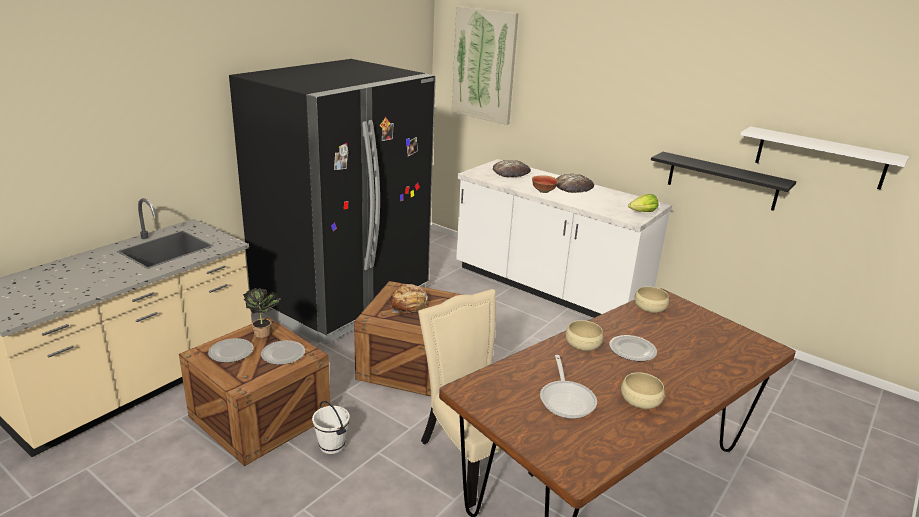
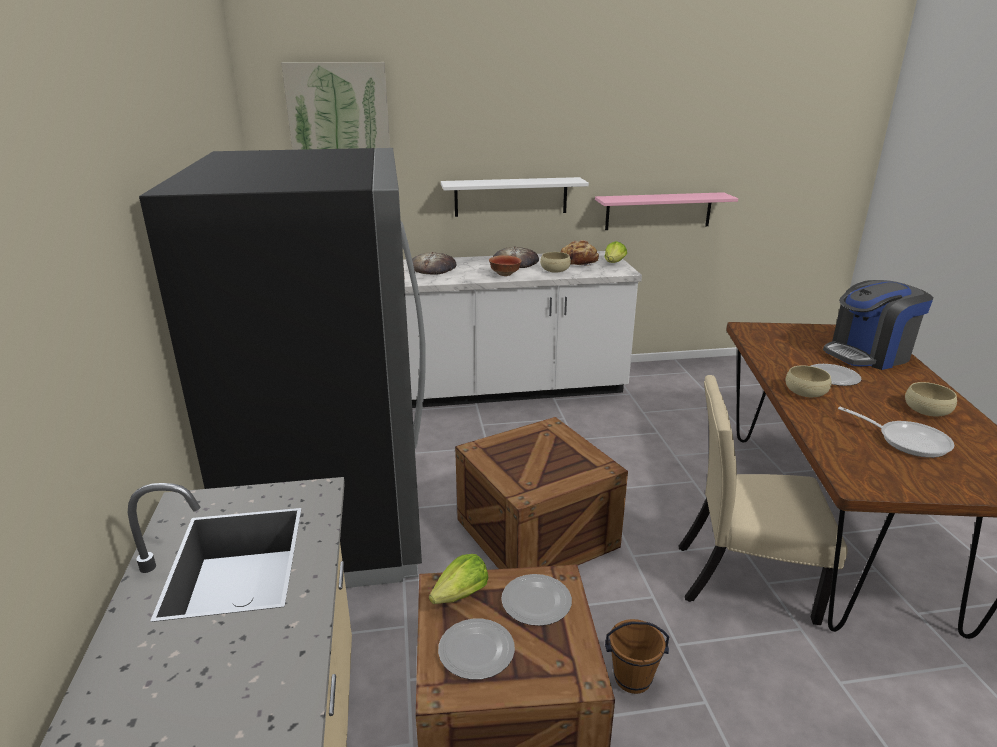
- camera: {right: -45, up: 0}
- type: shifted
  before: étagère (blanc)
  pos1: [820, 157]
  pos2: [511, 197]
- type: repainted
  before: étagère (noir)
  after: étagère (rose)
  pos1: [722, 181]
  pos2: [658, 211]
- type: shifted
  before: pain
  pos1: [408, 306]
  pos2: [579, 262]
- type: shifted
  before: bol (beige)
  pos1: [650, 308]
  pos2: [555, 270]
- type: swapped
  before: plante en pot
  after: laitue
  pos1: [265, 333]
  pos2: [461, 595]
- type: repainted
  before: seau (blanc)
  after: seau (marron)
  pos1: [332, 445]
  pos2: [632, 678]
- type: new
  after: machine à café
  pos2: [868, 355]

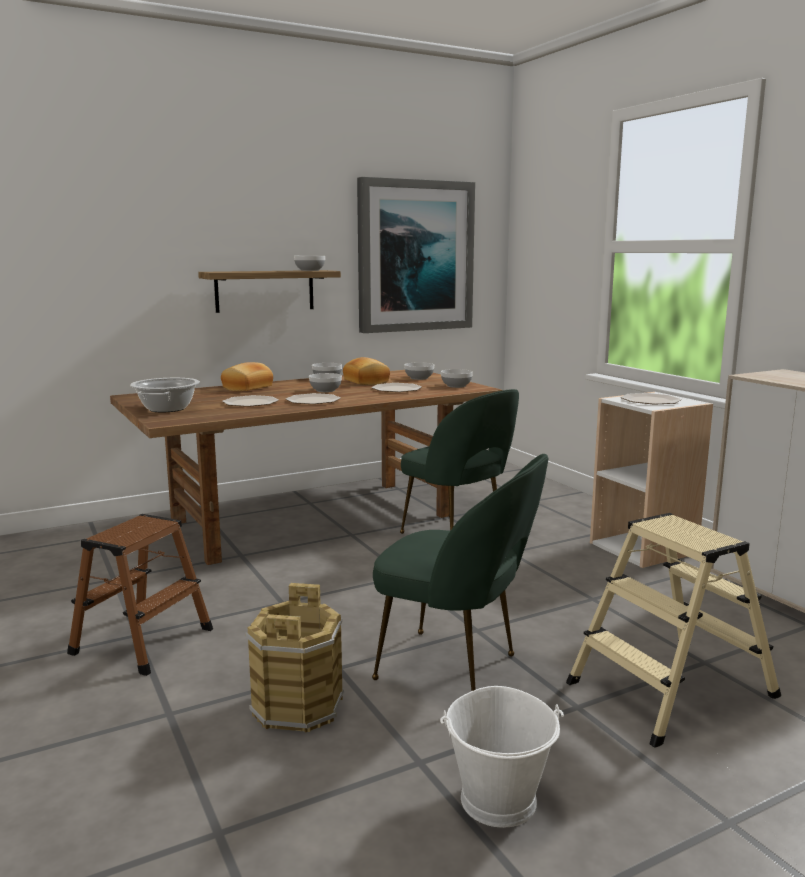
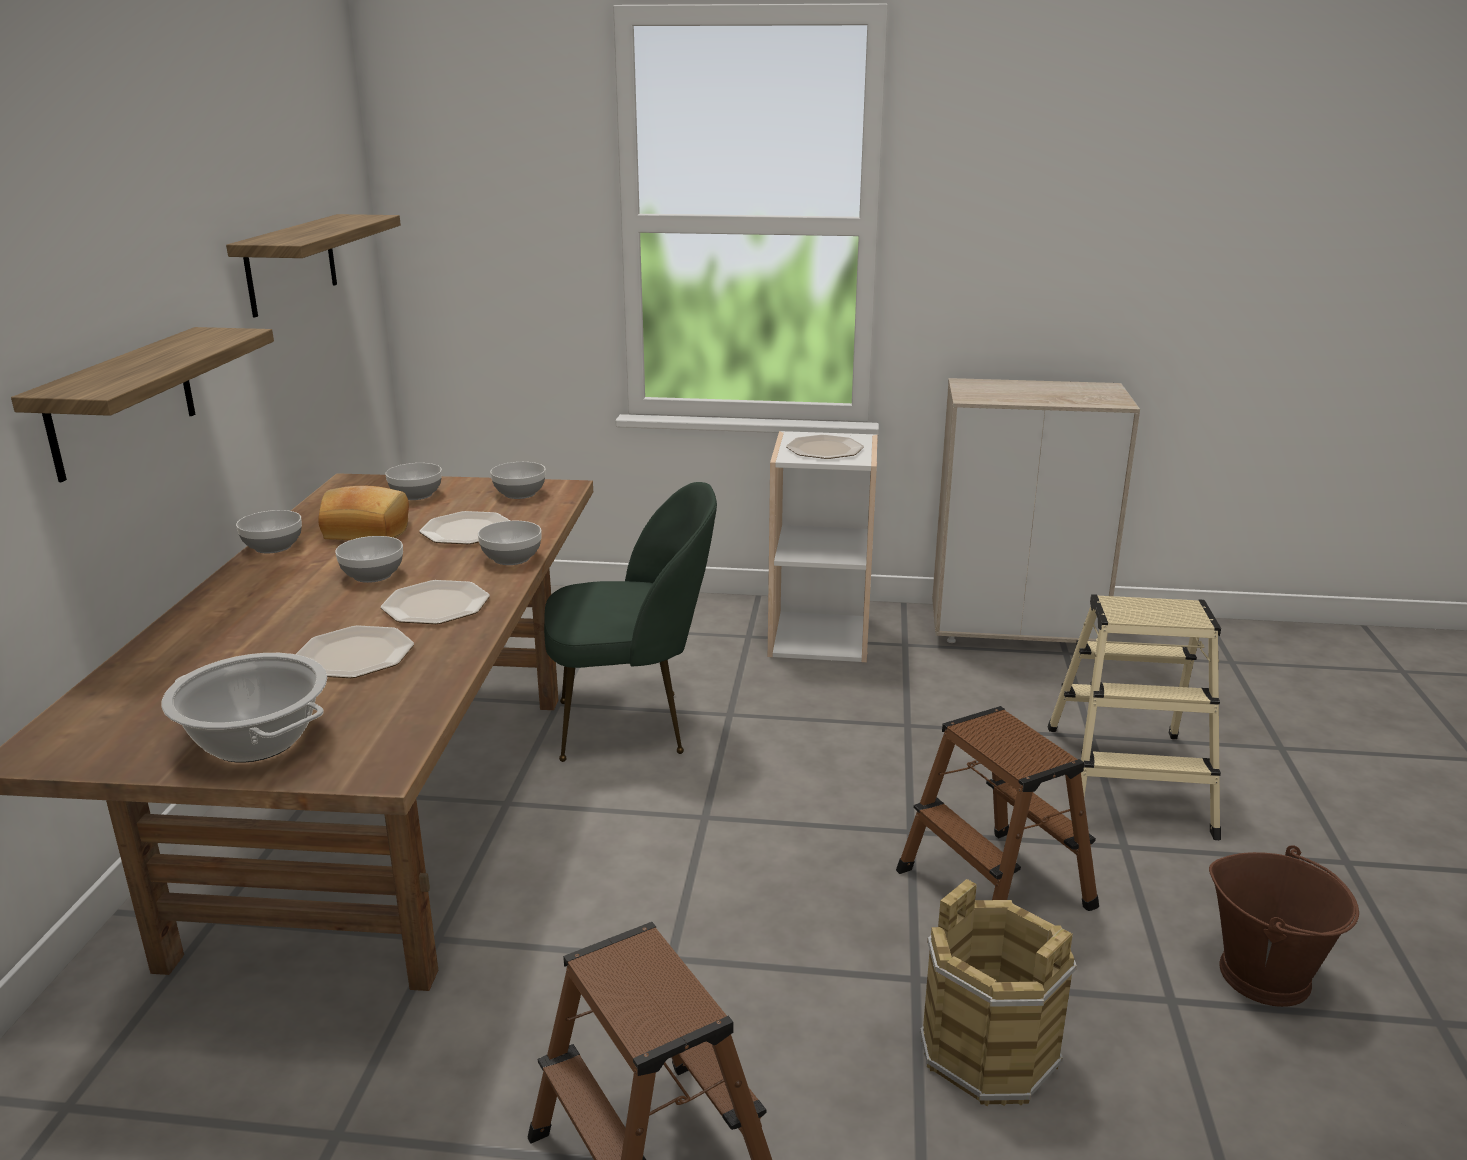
- camera: {right: -55, up: 10}
- type: swapped
  before: tableau
  after: étagère
  pos1: [415, 256]
  pos2: [291, 264]
- type: shifted
  before: bol
  pos1: [309, 270]
  pos2: [511, 558]
- type: gone
  before: pain
  pos1: [248, 388]
- type: swapped
  before: chaise (vert)
  after: escabeau (marron)
  pos1: [457, 671]
  pos2: [995, 888]
- type: repainted
  before: seau (blanc)
  after: seau (marron)
  pos1: [499, 800]
  pos2: [1265, 975]

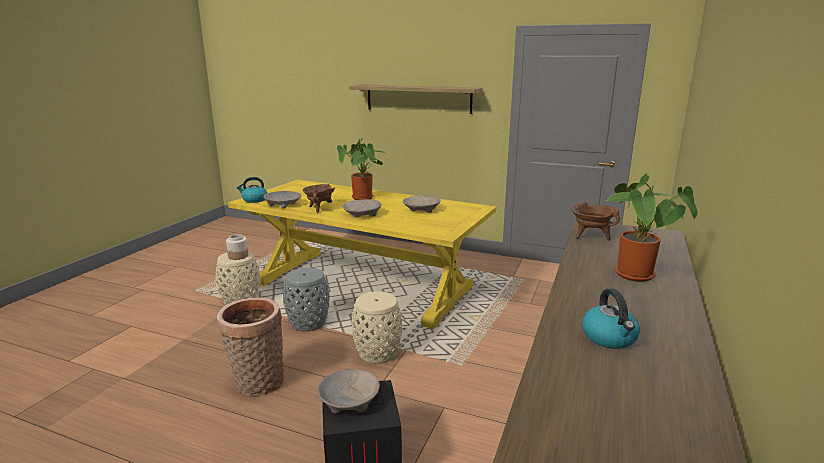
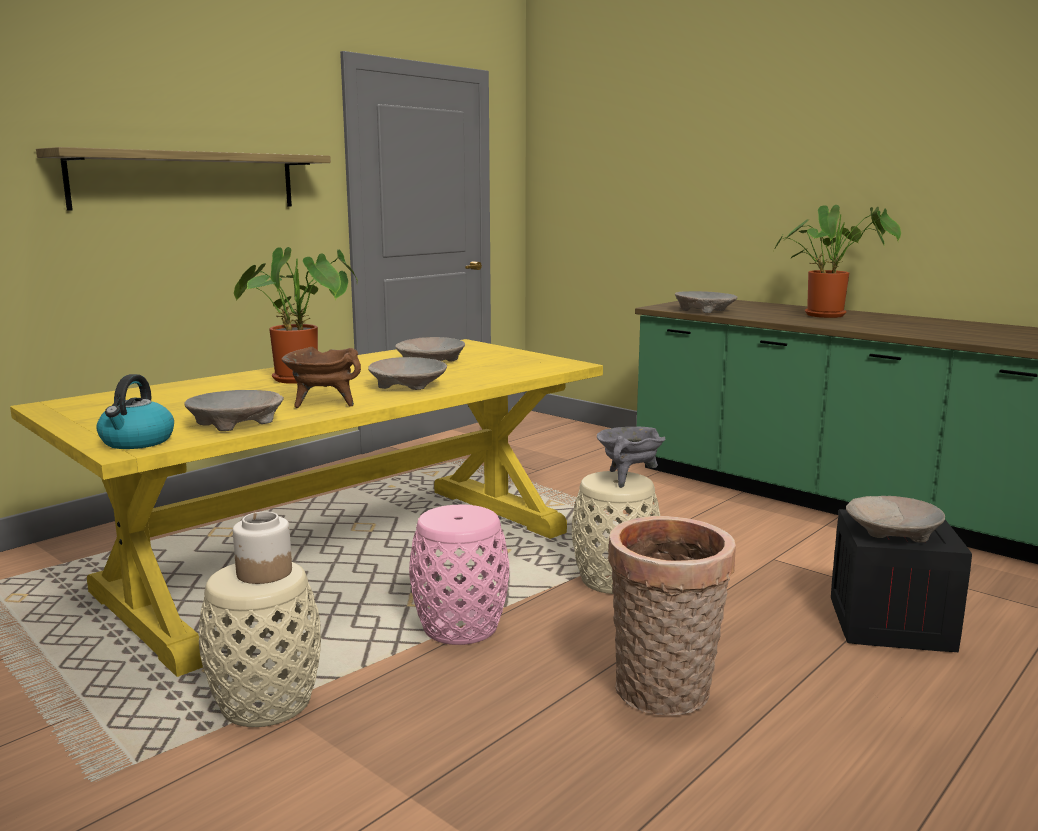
- camera: {right: -70, up: -5}
- type: swapped
  before: marmite (marron)
  after: bol (beige)
  pos1: [591, 236]
  pos2: [704, 310]
- type: repainted
  before: tabouret (gris)
  after: tabouret (rose)
  pos1: [308, 323]
  pos2: [460, 627]
- type: gone
  before: bouilloire
  pos1: [609, 338]
- type: new
  after: marmite (gris)
  pos2: [628, 478]

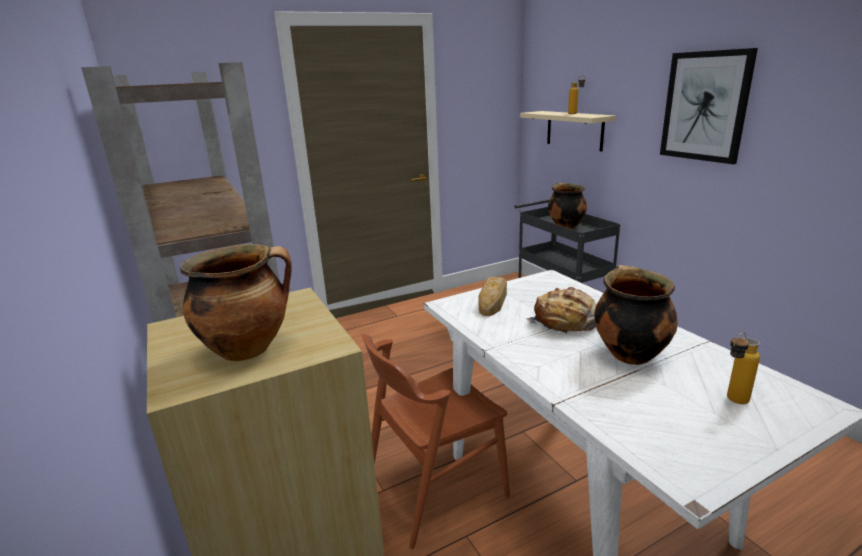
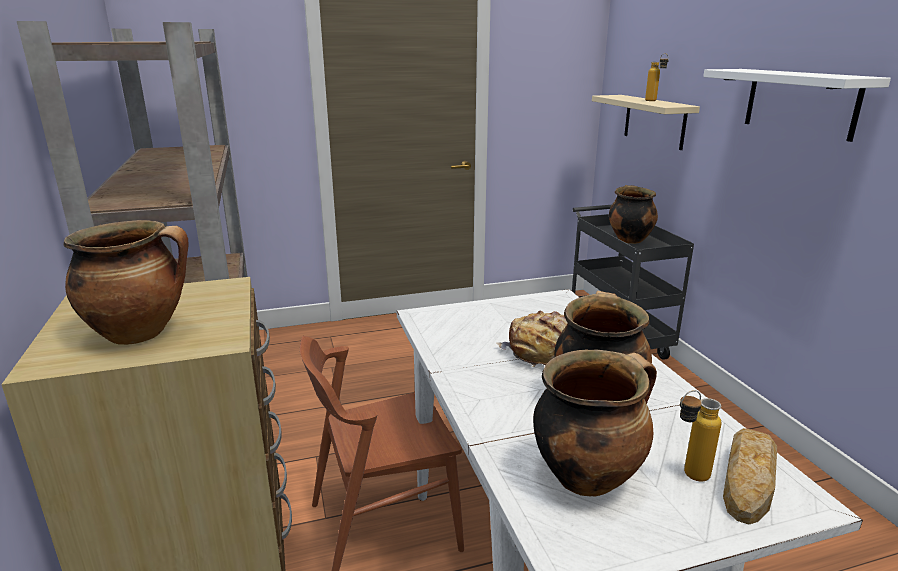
- camera: {right: 10, up: 0}
- type: swapped
  before: tableau
  after: étagère (blanc)
  pos1: [705, 106]
  pos2: [800, 102]
- type: shifted
  before: pain
  pos1: [493, 300]
  pos2: [748, 479]
- type: new
  after: marmite
  pos2: [587, 476]

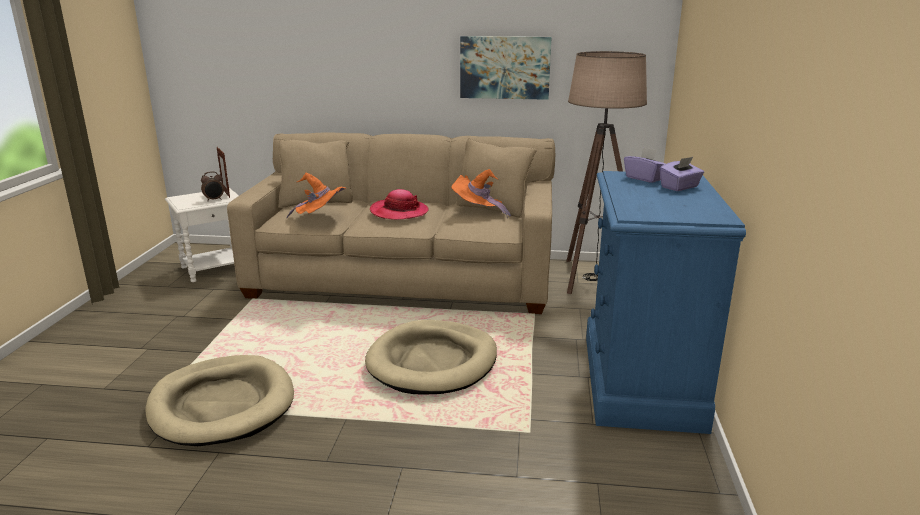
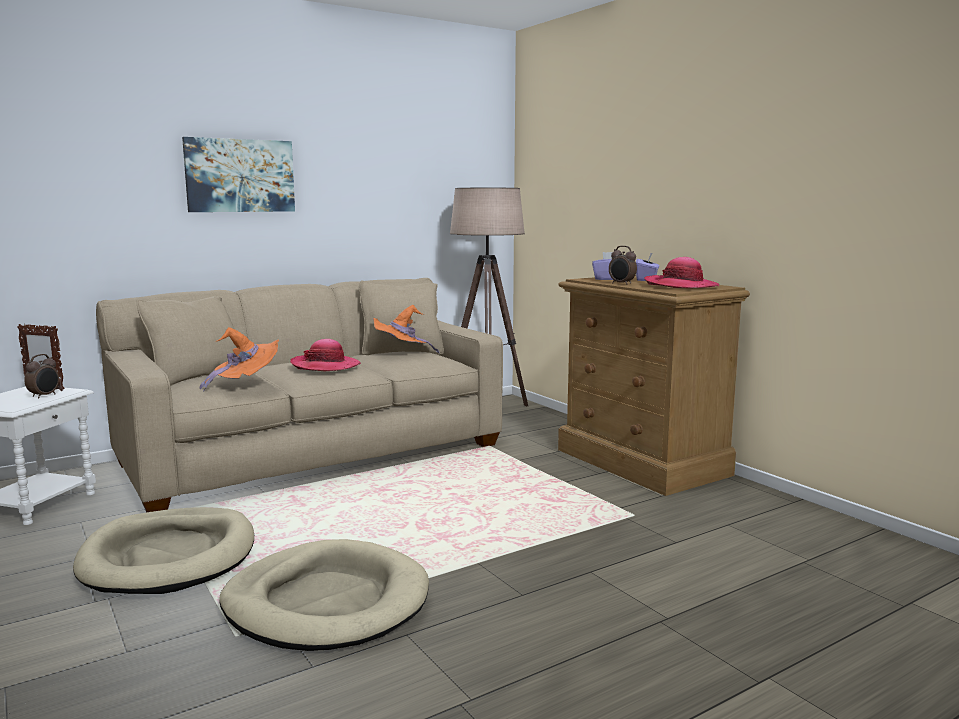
- camera: {right: -40, up: -10}
- type: shifted
  before: tableau
  pos1: [505, 67]
  pos2: [240, 175]
- type: repainted
  before: commode (bleu)
  after: commode (marron)
  pos1: [640, 380]
  pos2: [642, 462]
- type: shifted
  before: panier pour chien (beige)
  pos1: [433, 362]
  pos2: [169, 557]
- type: new
  after: réveil
  pos2: [621, 284]
- type: new
  after: chapeau
  pos2: [681, 286]

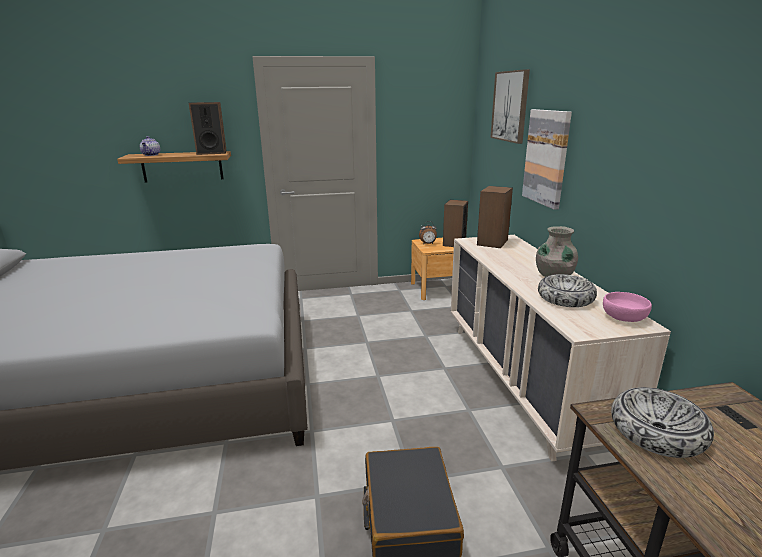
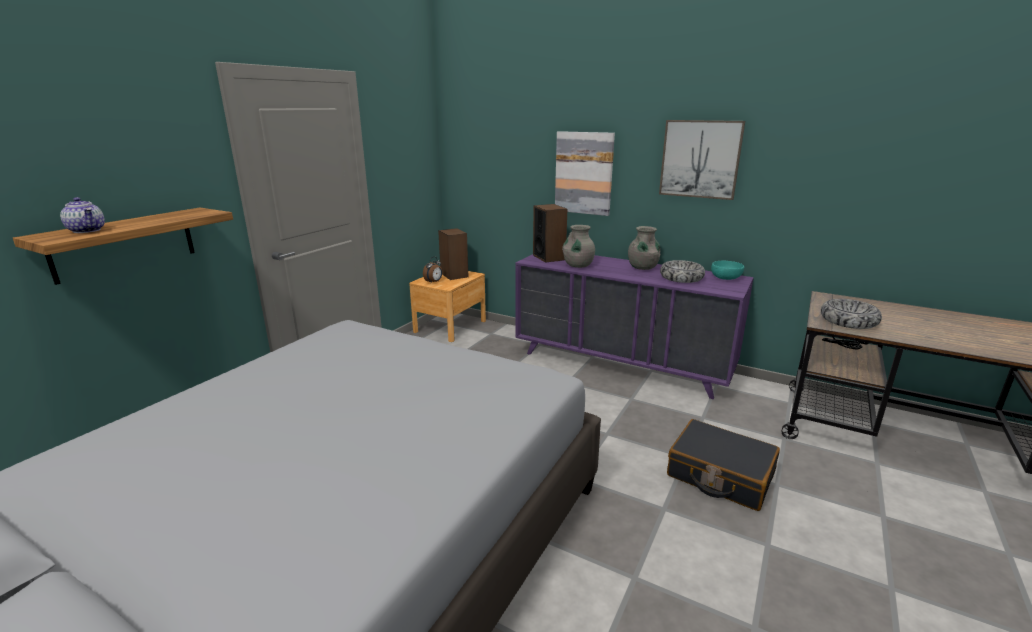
- camera: {right: -50, up: 0}
- type: shifted
  before: tableau
  pos1: [510, 106]
  pos2: [700, 159]
- type: gone
  before: enceinte
  pos1: [211, 153]
- type: repainted
  before: commode (beige)
  after: commode (violet)
  pos1: [523, 380]
  pos2: [622, 364]
- type: repainted
  before: bol (rose)
  after: bol (turquoise)
  pos1: [624, 318]
  pos2: [726, 278]
- type: new
  after: vase (gris)
  pos2: [578, 265]

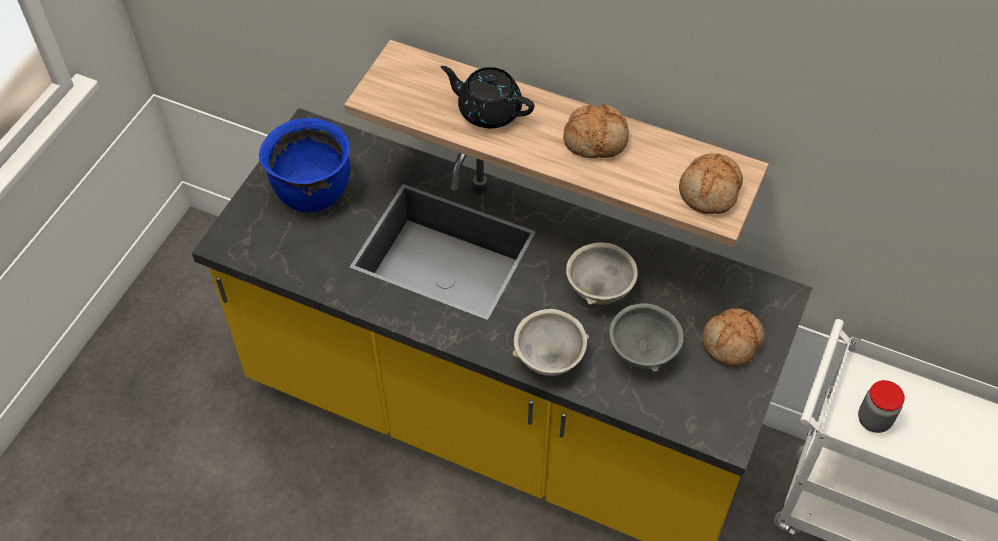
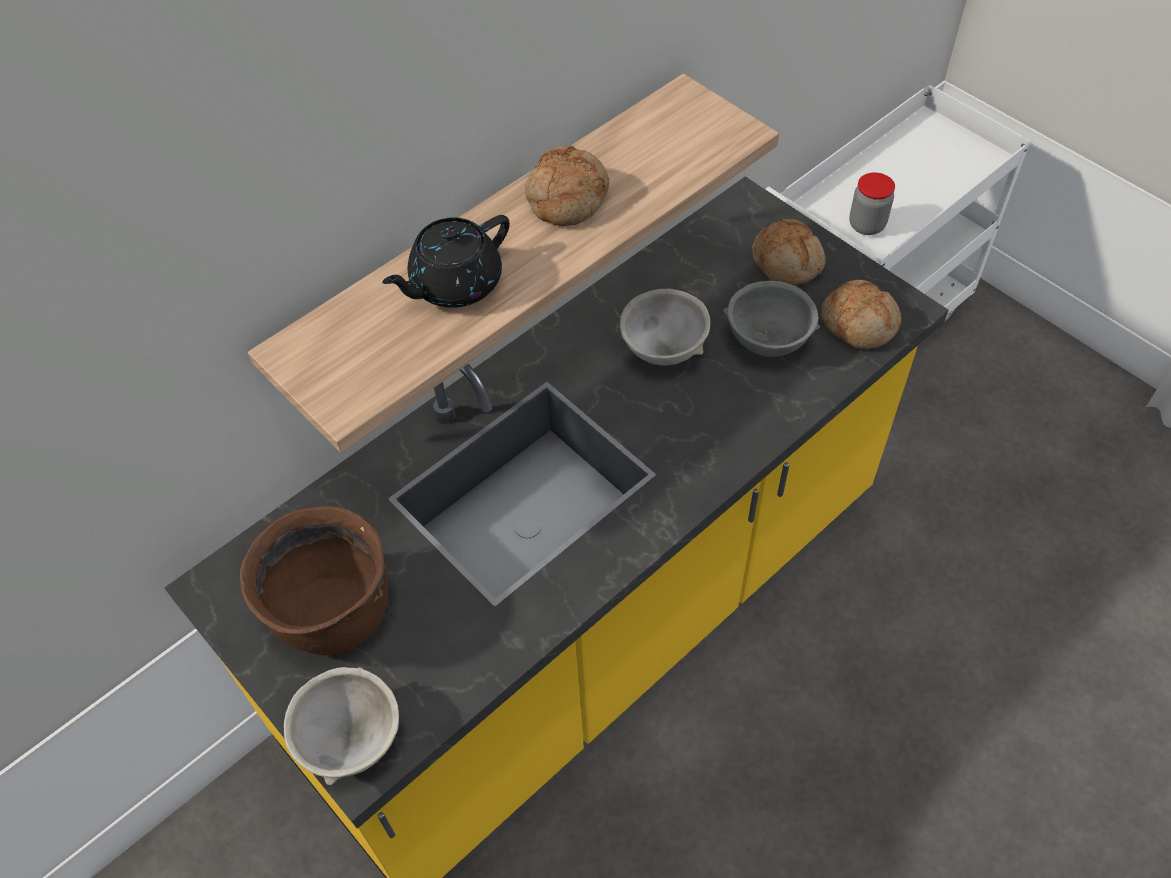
- camera: {right: -65, up: 0}
- type: repainted
  before: marmite (bleu)
  after: marmite (marron)
  pos1: [312, 191]
  pos2: [333, 614]
- type: shifted
  before: pain
  pos1: [710, 191]
  pos2: [859, 323]
- type: shifted
  before: bol (gris)
  pos1: [550, 359]
  pos2: [353, 739]

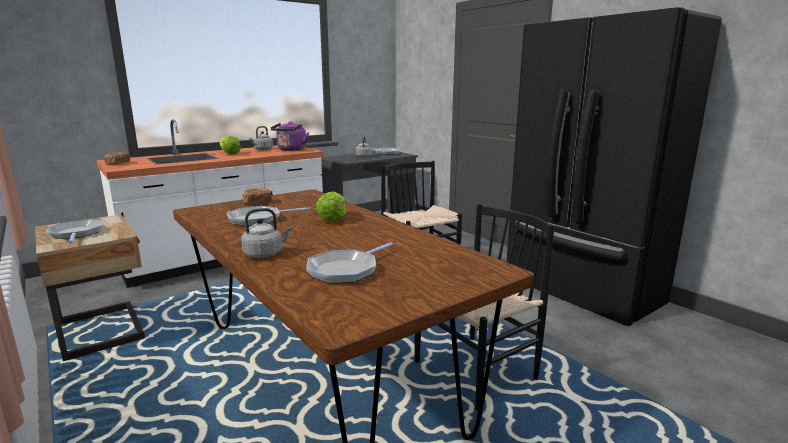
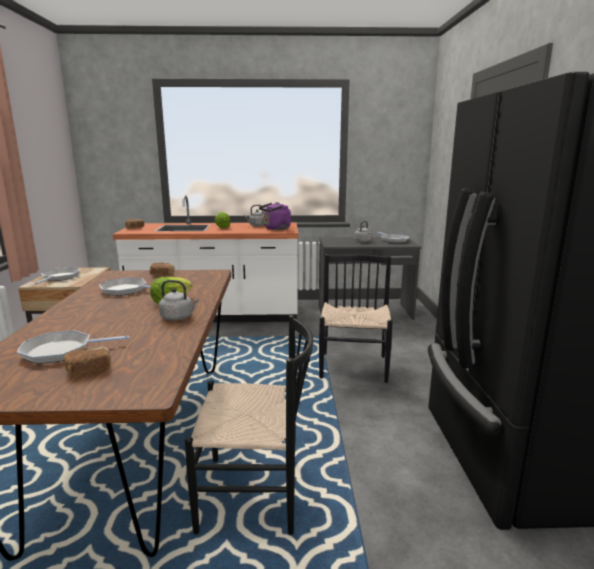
- camera: {right: 35, up: 0}
- type: shifted
  before: bouilloire (gris)
  pos1: [265, 254]
  pos2: [178, 317]
- type: new
  after: pain
  pos2: [89, 370]

